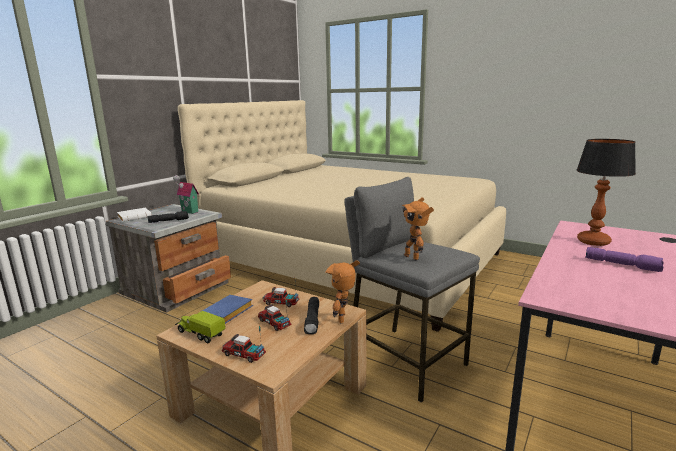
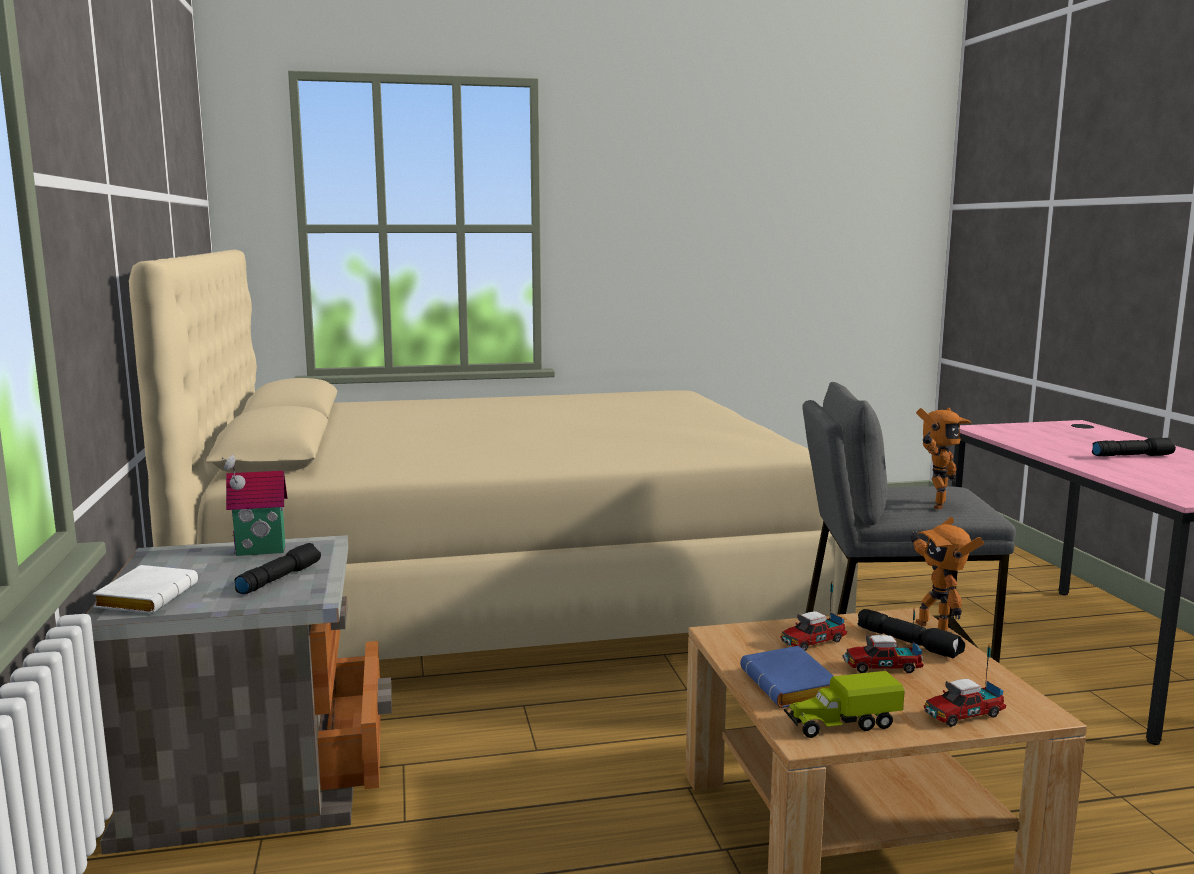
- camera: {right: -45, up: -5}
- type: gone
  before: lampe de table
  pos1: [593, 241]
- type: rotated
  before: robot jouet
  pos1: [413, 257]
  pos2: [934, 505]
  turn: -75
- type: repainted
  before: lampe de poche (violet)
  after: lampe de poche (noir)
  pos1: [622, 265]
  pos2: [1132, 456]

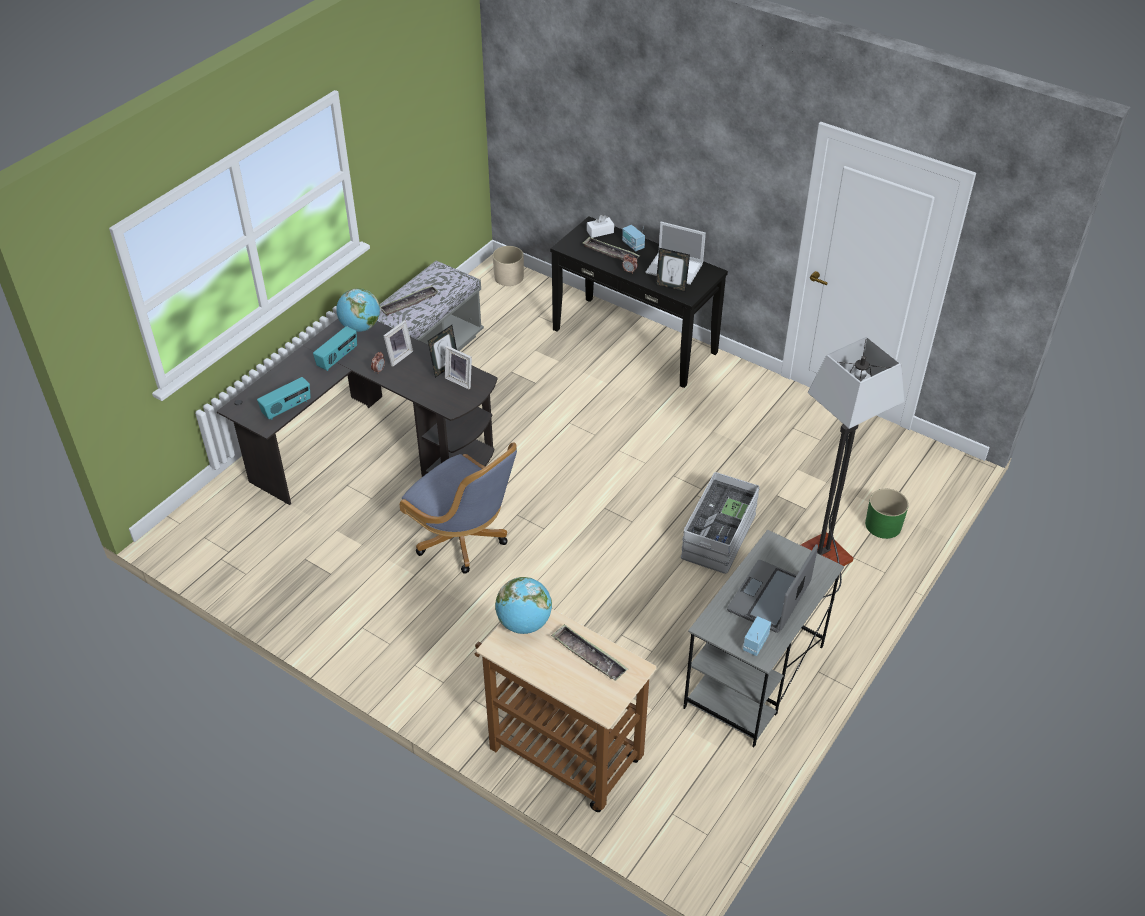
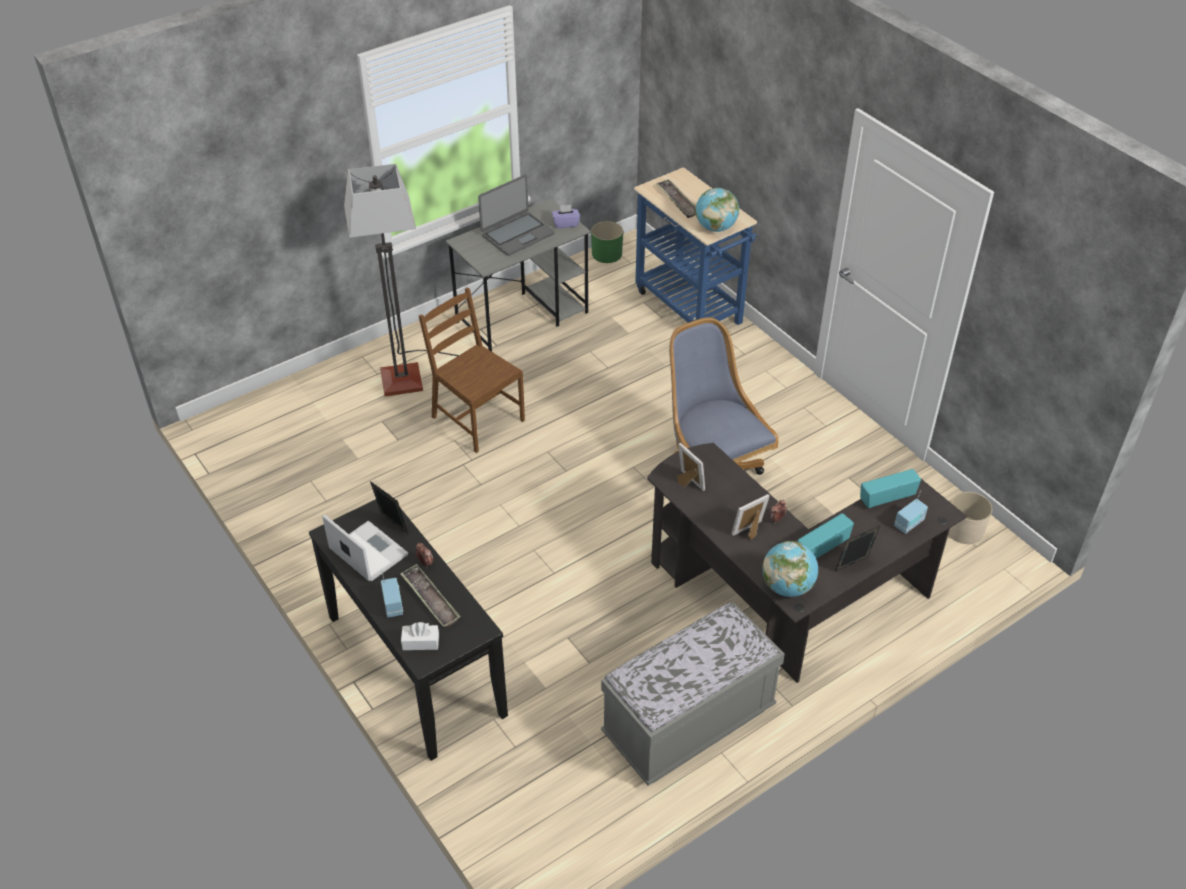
- camera: {right: -160, up: 0}
- type: shifted
  before: cache-pot (beige)
  pos1: [508, 277]
  pos2: [964, 530]
- type: gone
  before: plateau
  pos1: [409, 303]
- type: shifted
  before: cadre photo
  pos1: [445, 368]
  pos2: [853, 566]
- type: swapped
  before: boîte de rangement (gris)
  after: chaise (marron)
  pos1: [719, 535]
  pos2: [476, 419]
- type: shifted
  before: cache-pot (vert)
  pos1: [883, 525]
  pos2: [606, 254]
- type: repainted
  before: chariot (marron)
  after: chariot (bleu)
  pos1: [563, 754]
  pos2: [689, 308]
- type: shifted
  before: radio
  pos1: [755, 643]
  pos2: [909, 524]
- type: new
  after: boîte à mouchoirs (violet)
  pos2: [565, 224]

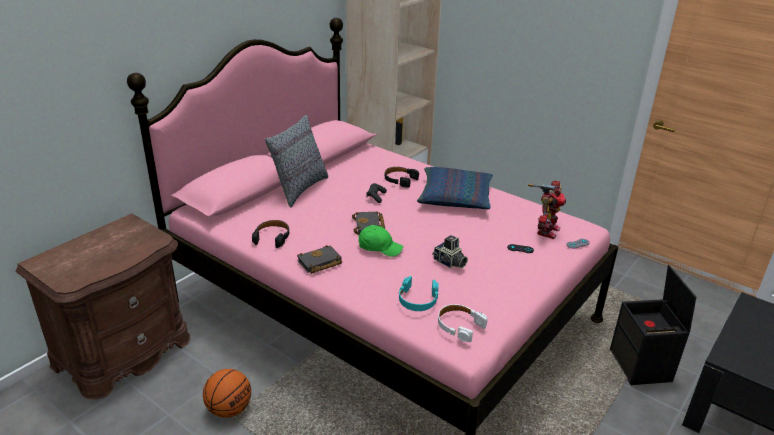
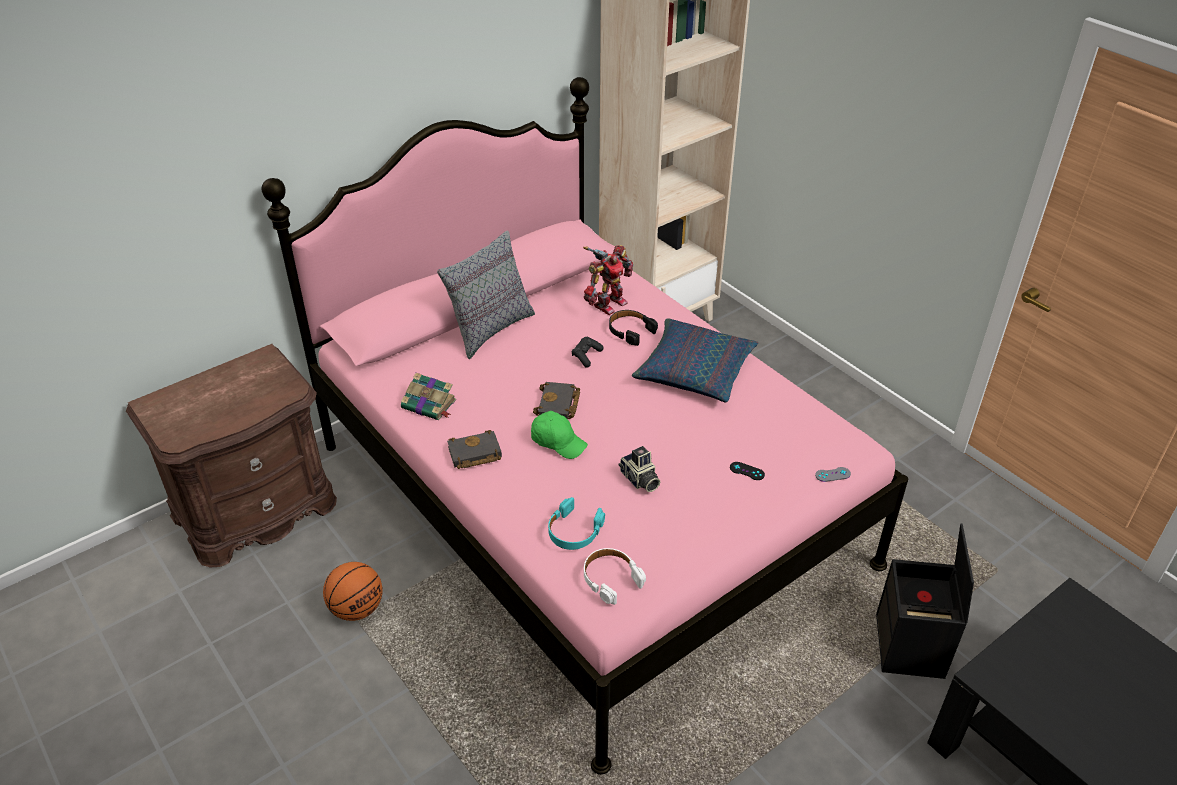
- camera: {right: 15, up: 10}
- type: shifted
  before: robot jouet
  pos1: [546, 230]
  pos2: [608, 303]
- type: swapped
  before: casque audio (noir)
  after: livre
  pos1: [272, 237]
  pos2: [430, 405]

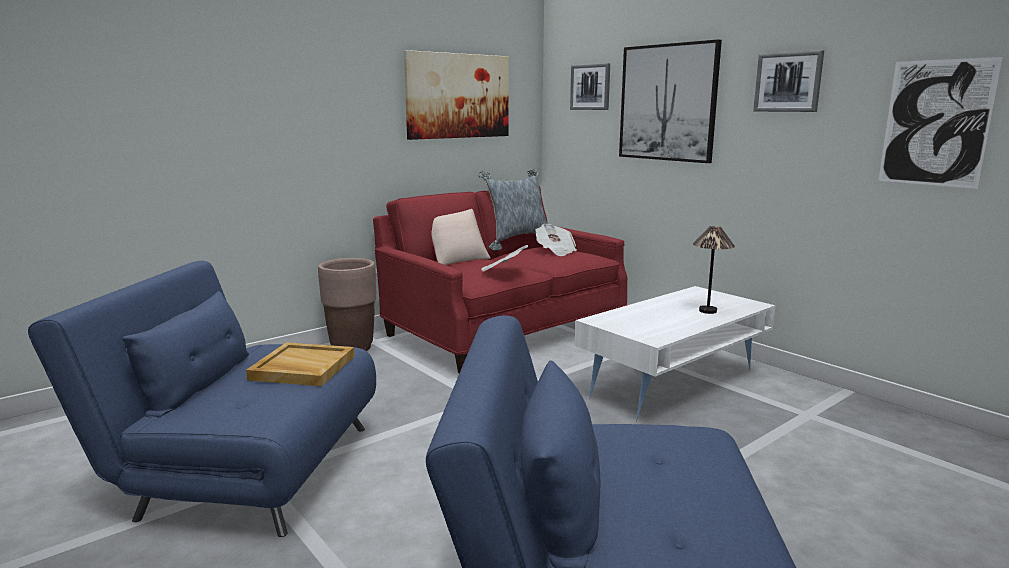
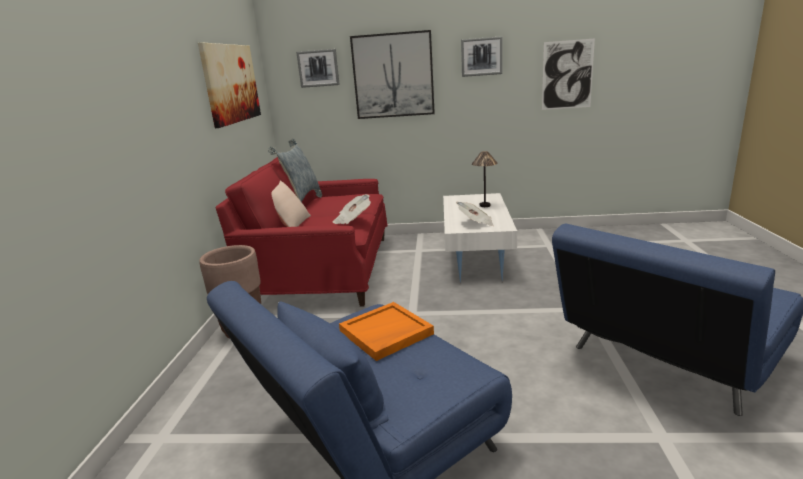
- camera: {right: -45, up: 5}
- type: shifted
  before: journal
  pos1: [555, 251]
  pos2: [476, 223]
- type: repainted
  before: plateau (beige)
  after: plateau (orange)
  pos1: [302, 368]
  pos2: [386, 333]

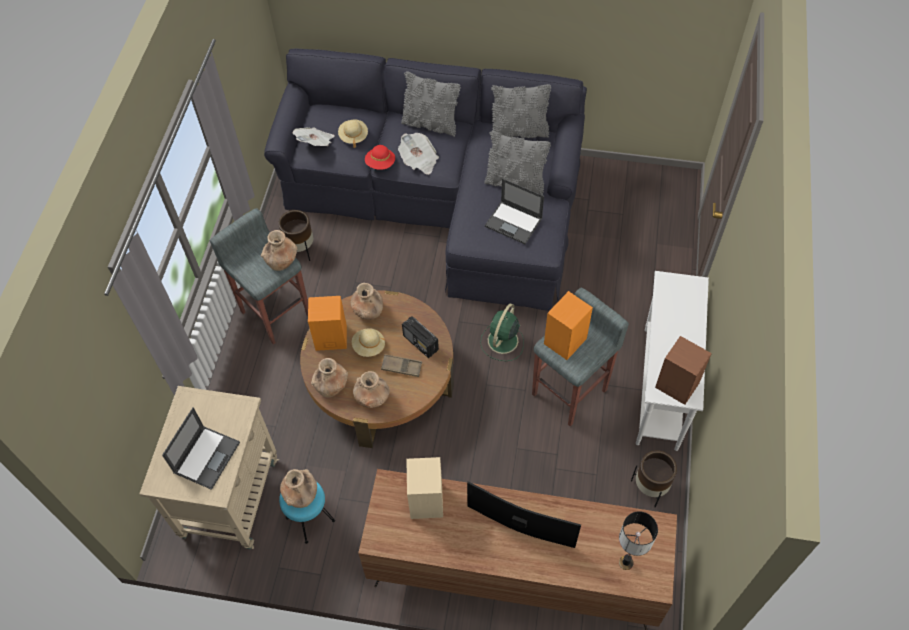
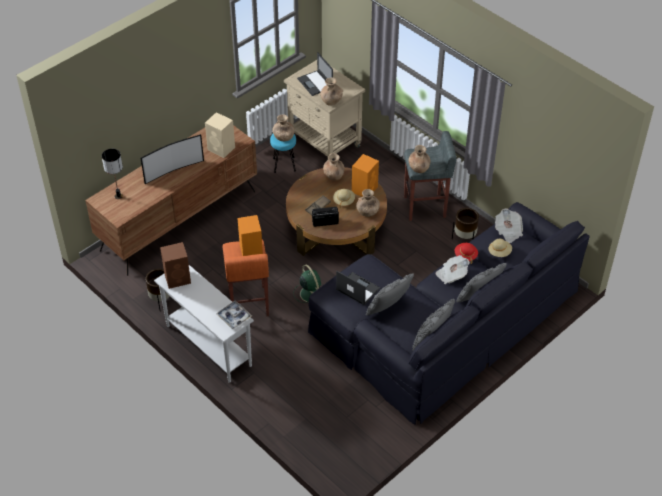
- camera: {right: 125, up: -10}
- type: rotated
  before: ordinateur portable
  pos1: [514, 222]
  pos2: [357, 289]
  turn: 60
- type: repainted
  before: tabouret (gris)
  after: tabouret (orange)
  pos1: [571, 392]
  pos2: [248, 303]
- type: shifted
  before: vase (marron)
  pos1: [372, 398]
  pos2: [331, 101]
- type: new
  after: plateau
  pos2: [234, 317]

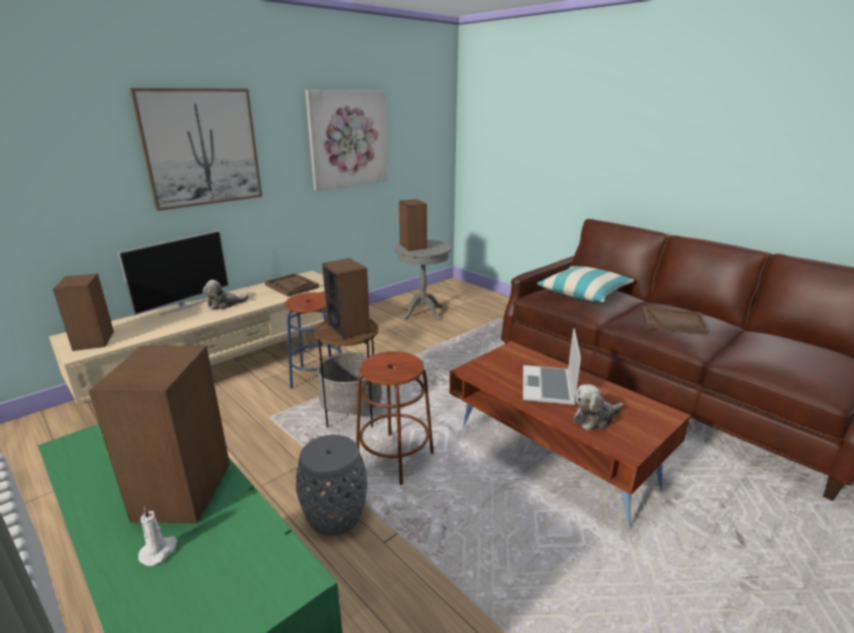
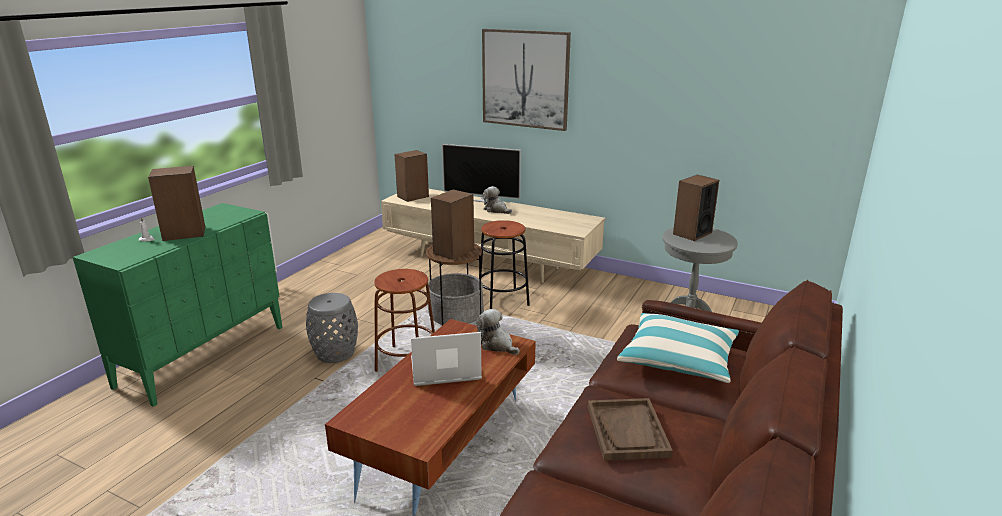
- camera: {right: 70, up: 0}
- type: gone
  before: tableau
  pos1: [348, 139]
- type: gone
  before: plateau (marron)
  pos1: [291, 286]
- type: repainted
  before: tabouret (bleu)
  after: tabouret (noir)
  pos1: [317, 377]
  pos2: [503, 299]
- type: shifted
  before: peluche
  pos1: [595, 418]
  pos2: [496, 345]

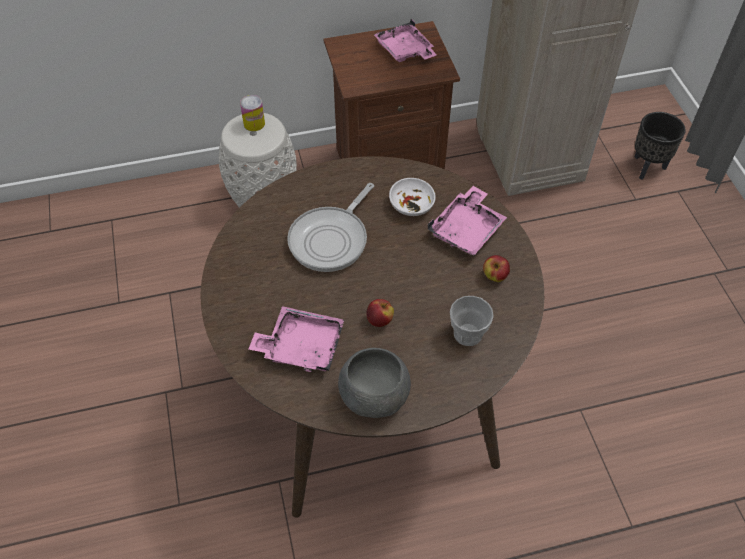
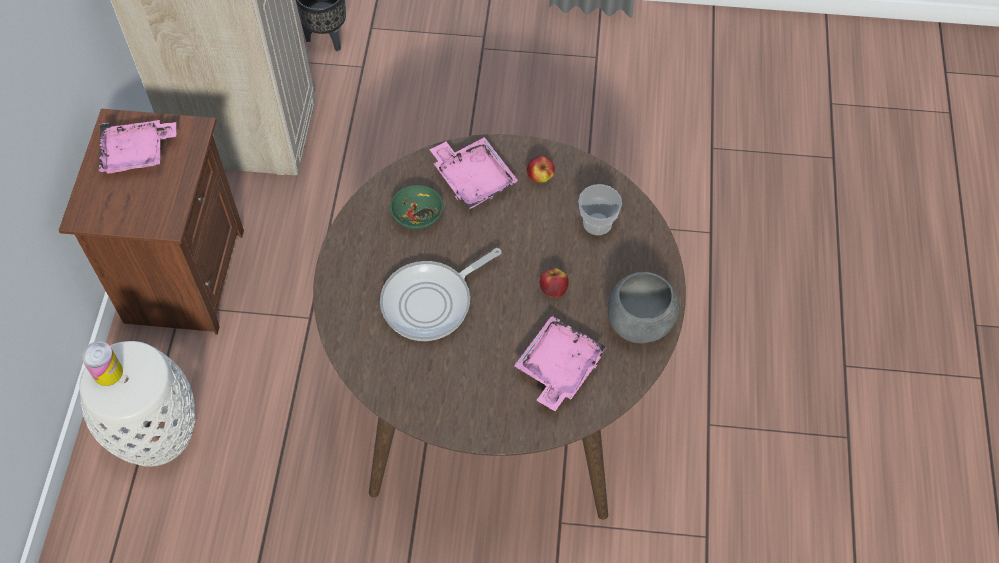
- camera: {right: -70, up: 5}
- type: repainted
  before: bol (blanc)
  after: bol (vert)
  pos1: [412, 204]
  pos2: [417, 214]
- type: rotated
  before: poêle
  pos1: [331, 239]
  pos2: [431, 302]
  turn: 90

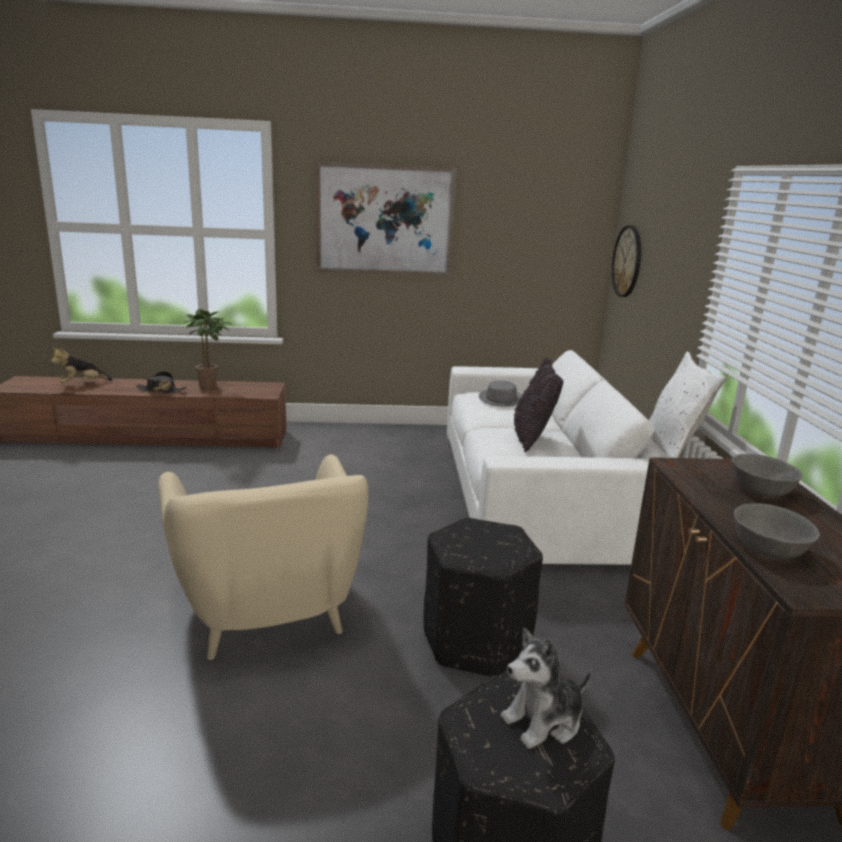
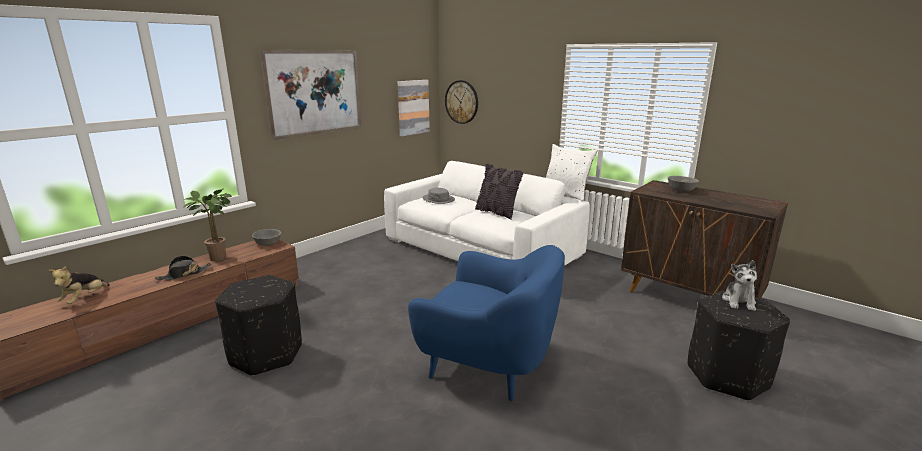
- camera: {right: -45, up: 0}
- type: repainted
  before: fauteuil (beige)
  after: fauteuil (bleu)
  pos1: [267, 612]
  pos2: [489, 364]
- type: shifted
  before: bol (gris)
  pos1: [769, 549]
  pos2: [268, 243]
- type: shifted
  before: pouf (noir)
  pos1: [476, 642]
  pos2: [266, 354]
- type: new
  after: tableau
  pos2: [413, 107]

